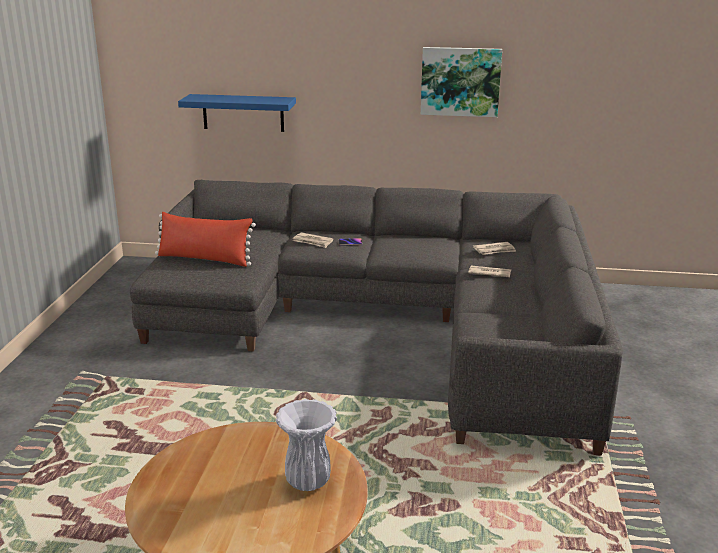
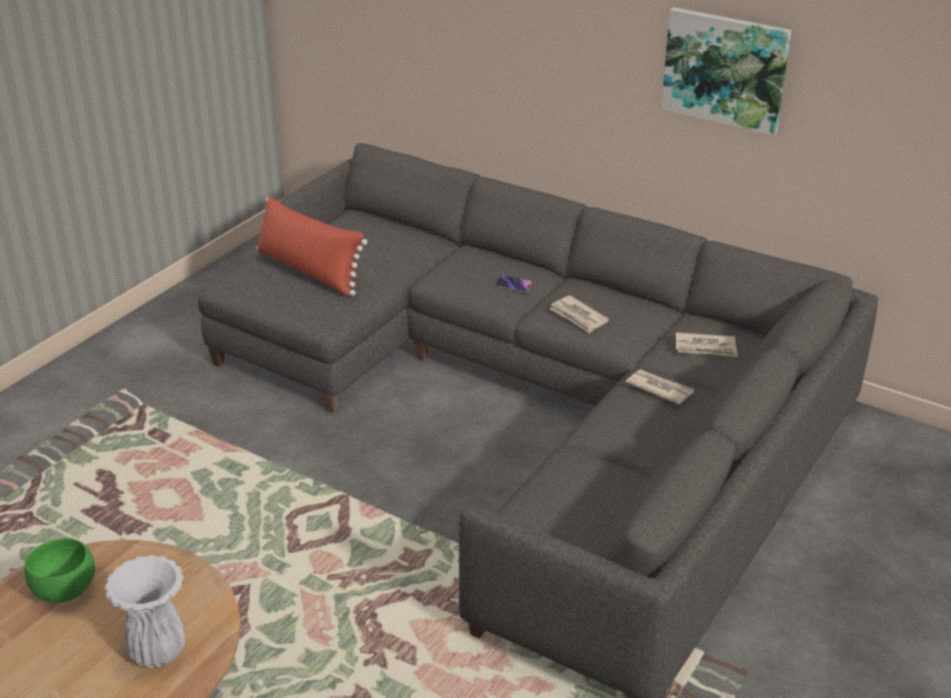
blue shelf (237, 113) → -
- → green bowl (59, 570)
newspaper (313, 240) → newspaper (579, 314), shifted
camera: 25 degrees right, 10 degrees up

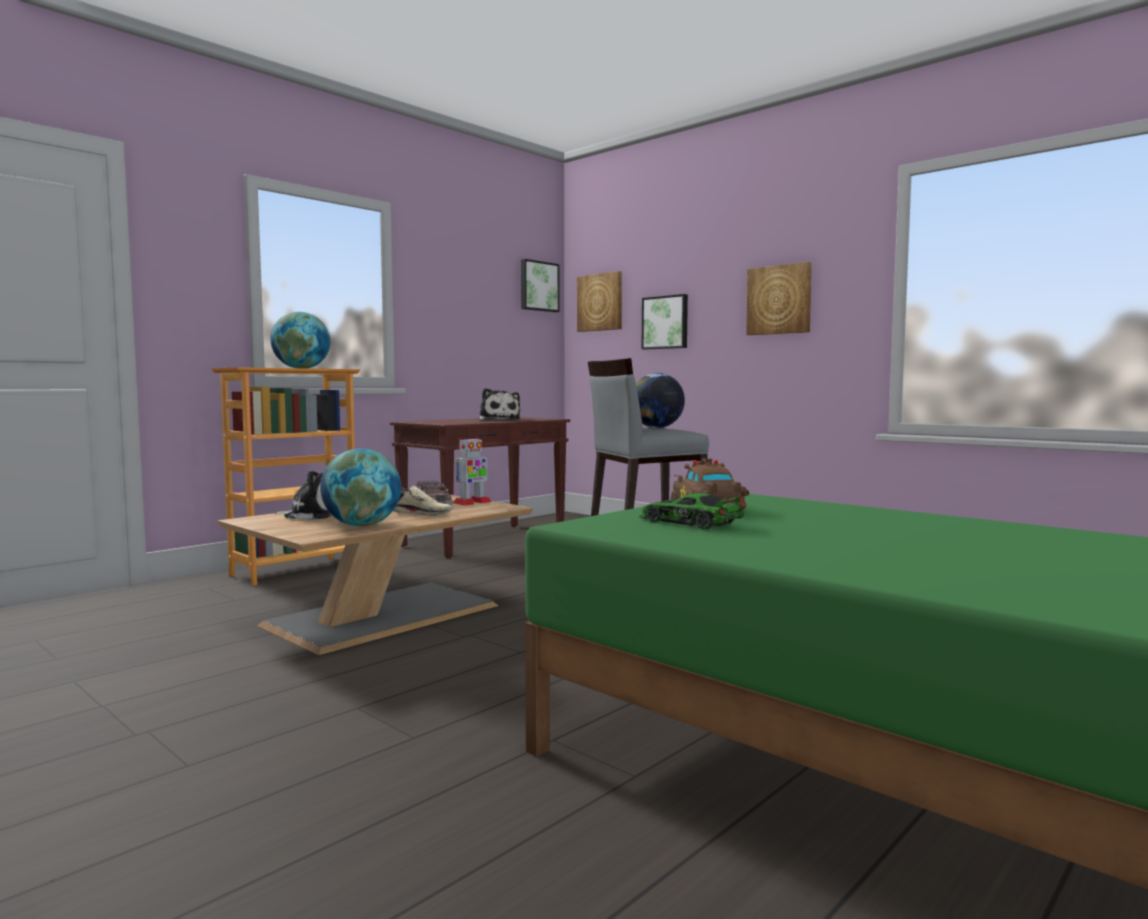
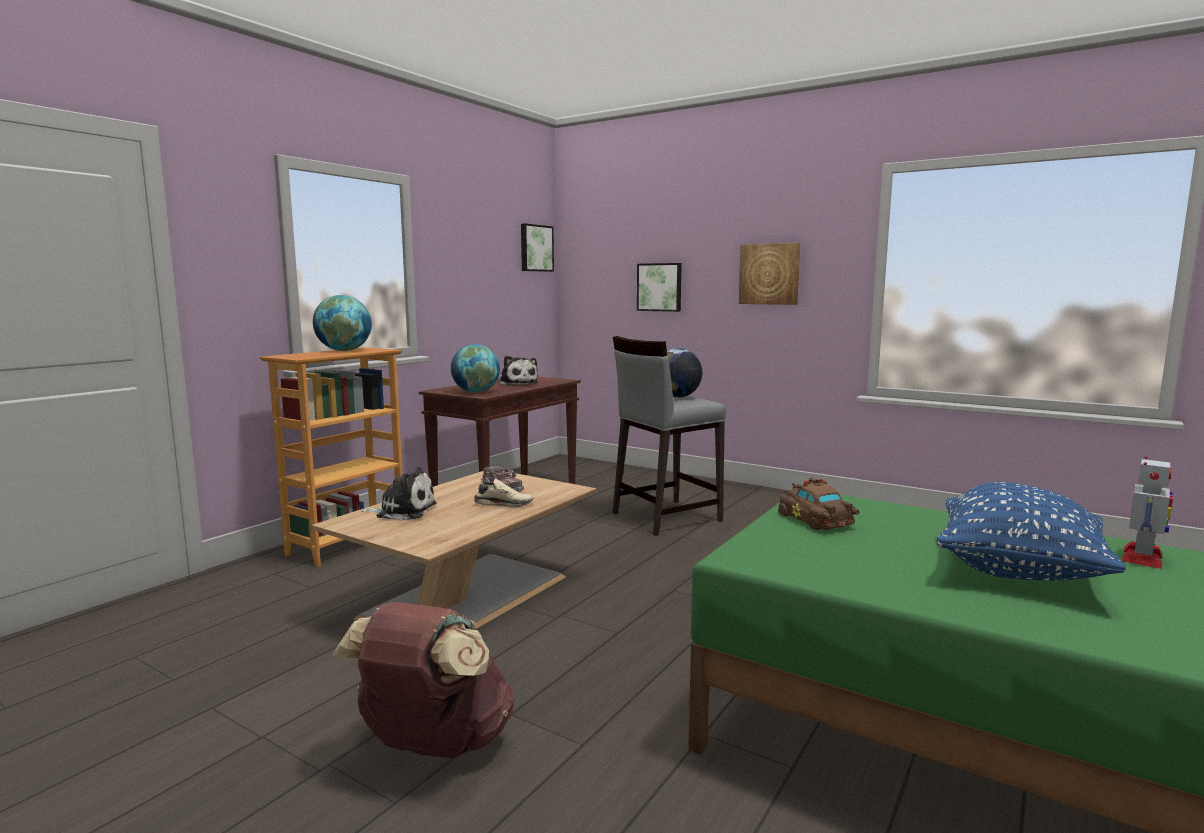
picture (599, 301) → -
toy car (691, 511) → -
- → brown backpack (423, 680)
- → blue pillow (1031, 531)
globe (360, 487) → globe (475, 368), shifted
toy robot (472, 471) → toy robot (1147, 512), shifted
camera: 10 degrees left, 5 degrees up

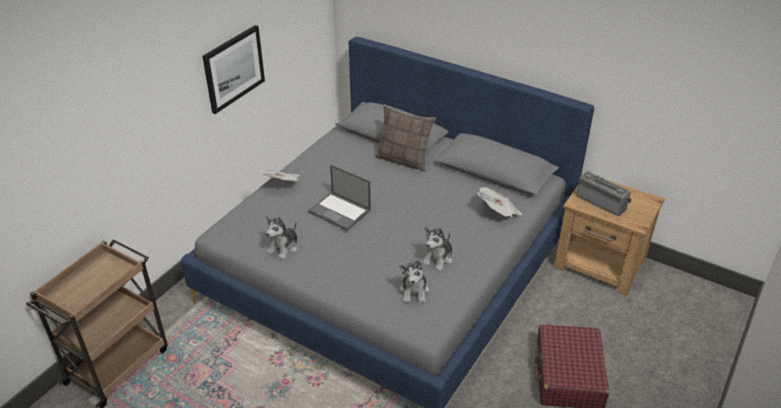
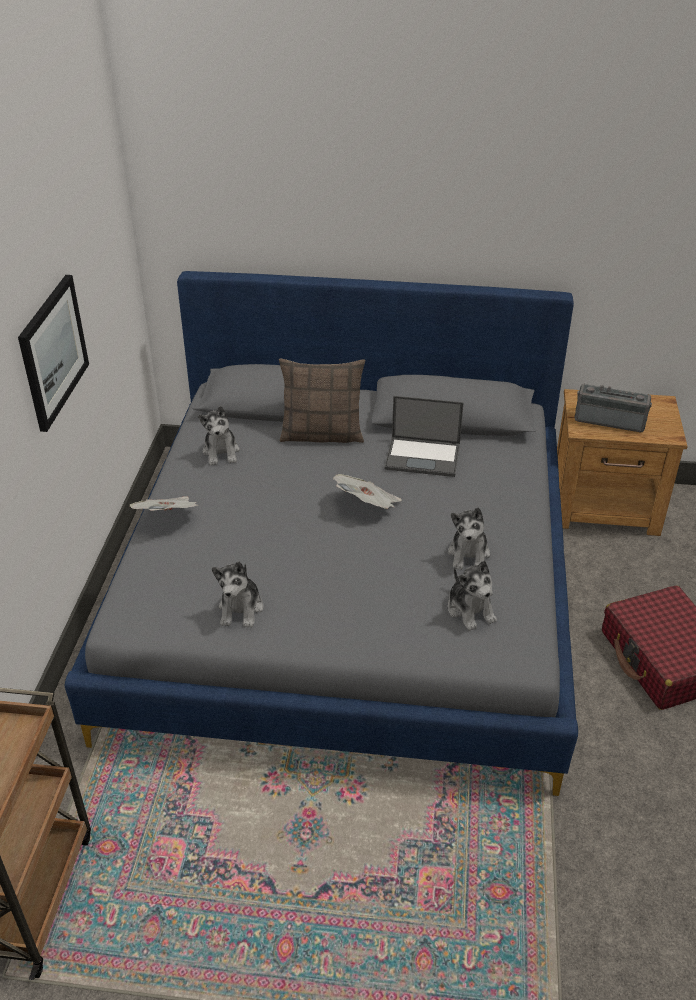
- → plush toy (219, 435)
laptop (339, 197) → laptop (424, 436), shifted
newspaper (499, 202) → newspaper (367, 491), shifted
camera: 25 degrees left, 0 degrees up

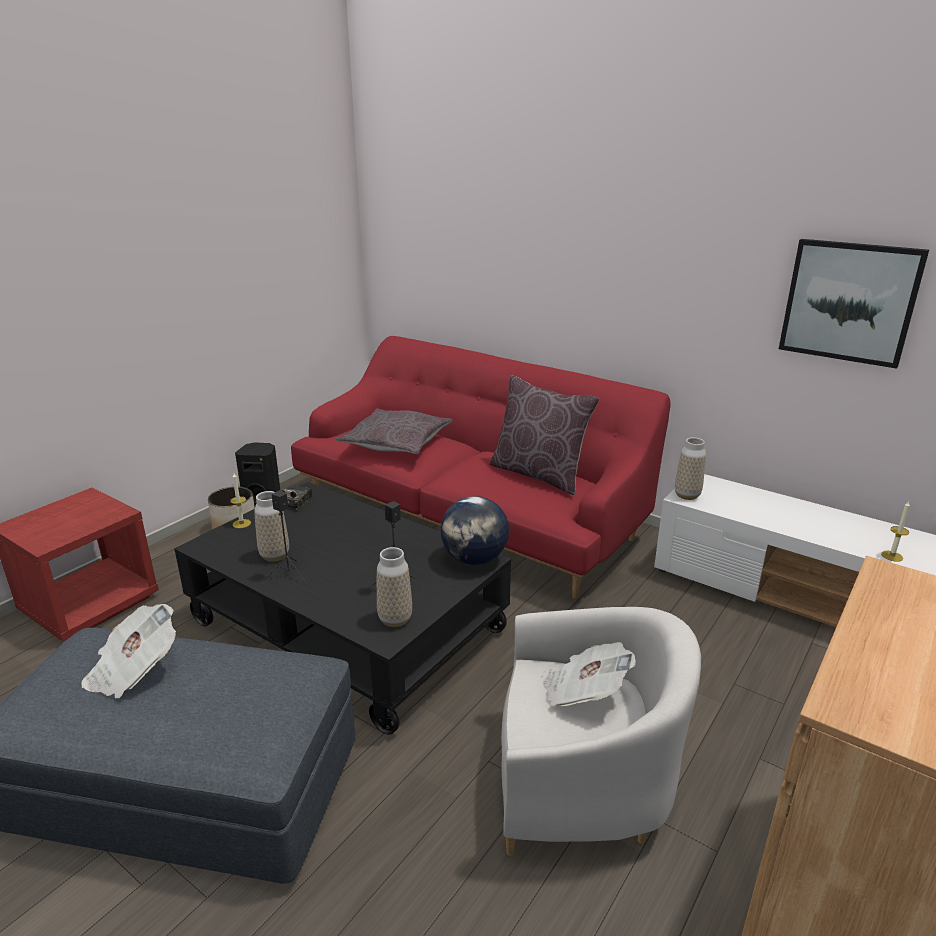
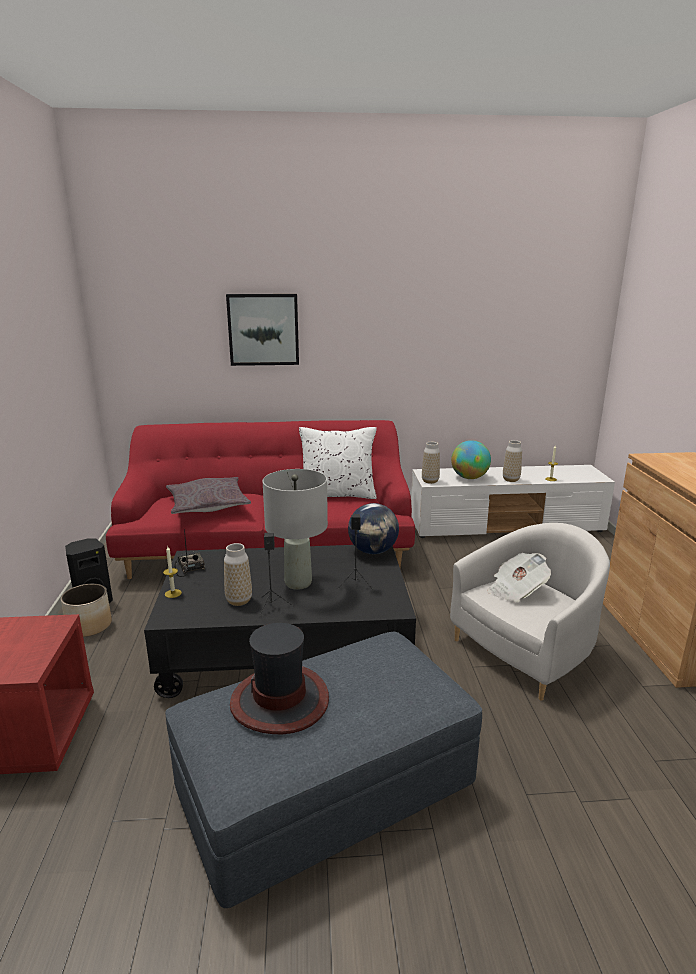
- → grey table lamp (295, 529)
- → globe (471, 459)
vase (394, 587) → vase (512, 461), shifted
picture (854, 304) → picture (262, 330), shifted
newspaper (128, 651) → hat (279, 678)
brown pillow (544, 435) → white pillow (338, 463)
camera: 40 degrees left, 5 degrees down

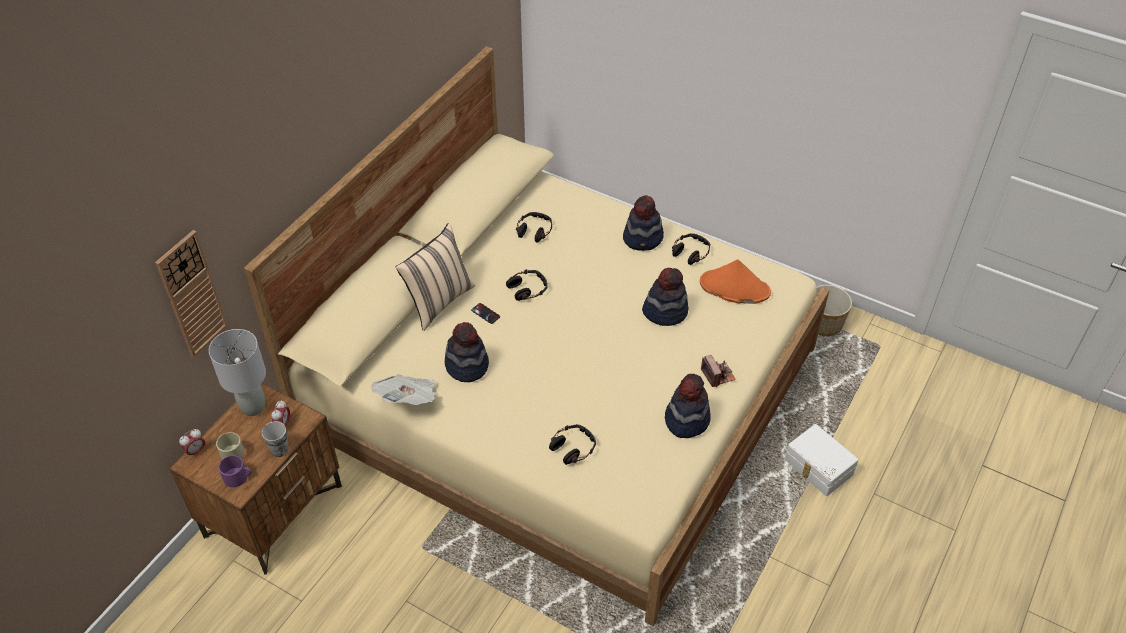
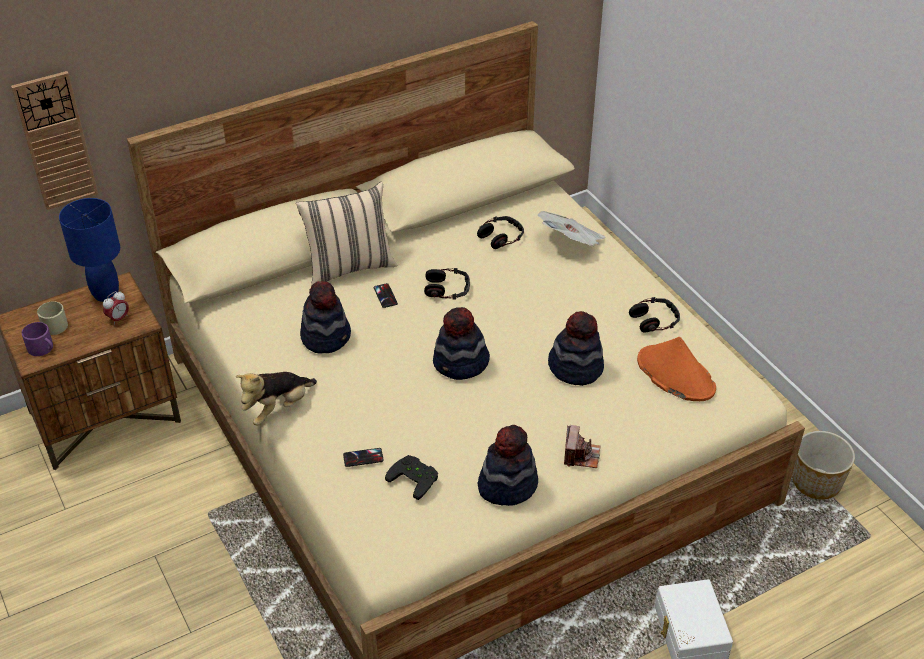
alarm clock (192, 443) → -
cup (275, 439) → -
- → plush toy (276, 399)
- → black game controller (411, 477)
newspaper (404, 389) → newspaper (571, 228), shifted
hat (643, 223) → hat (461, 343), shifted
headphones (572, 444) → phone (363, 457)
grey table lamp (237, 372) → blue table lamp (89, 250)
camera: 30 degrees right, 5 degrees down

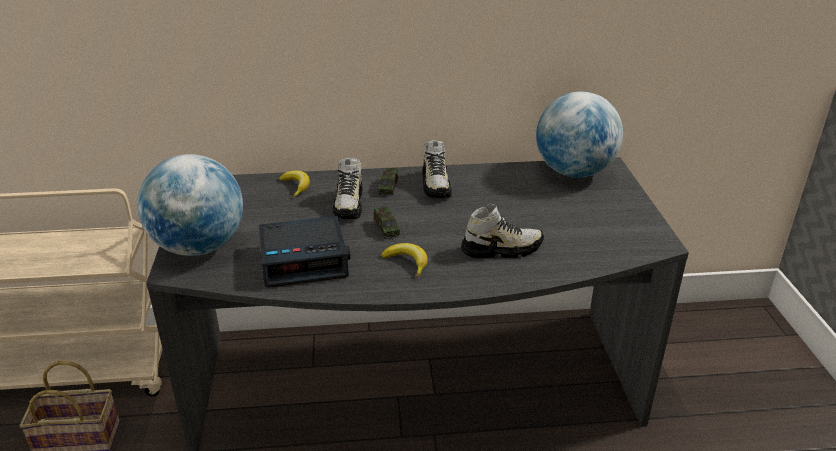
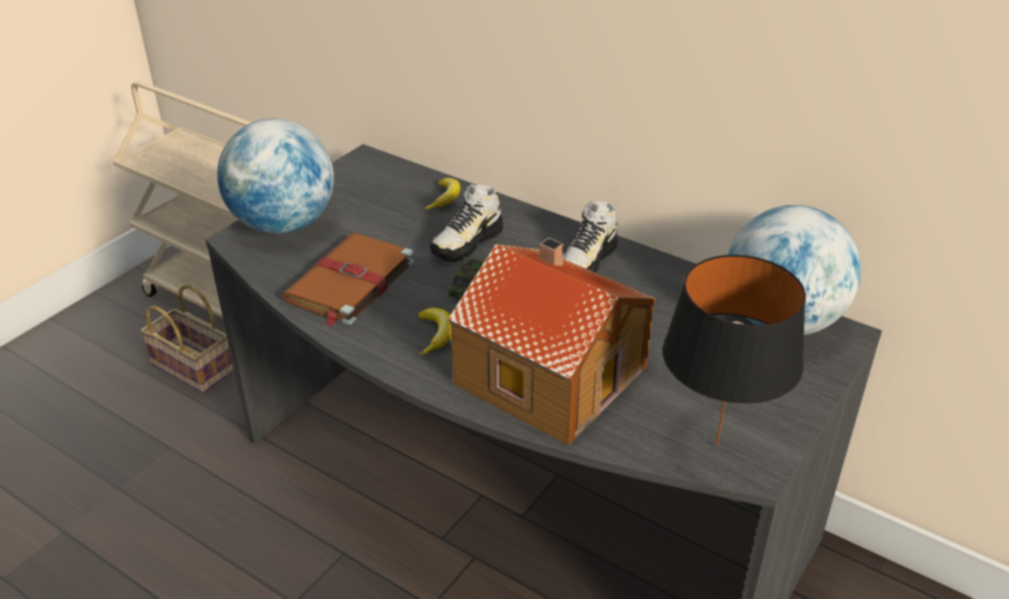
toy car (388, 181) → -
- → black table lamp (734, 350)
alarm clock (304, 252) → brown book (348, 280)
shoe (502, 231) → toy house (552, 341)
camera: 40 degrees right, 5 degrees up

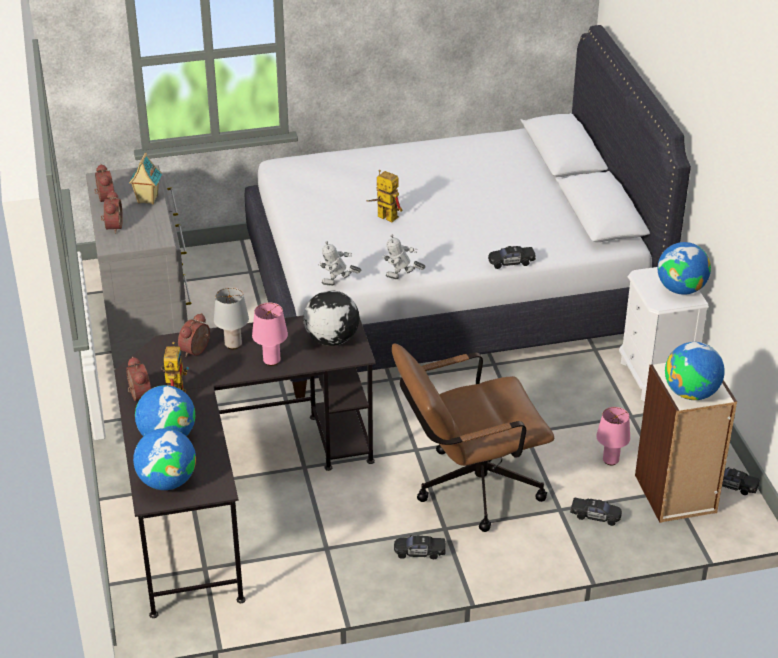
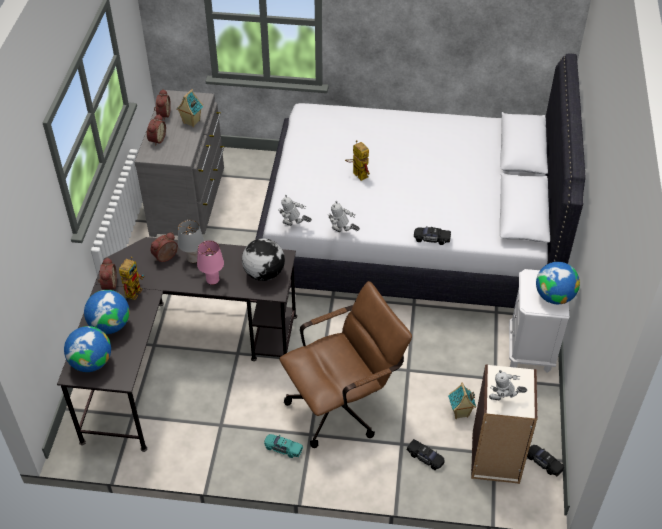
pink table lamp (613, 436) → toy house (462, 400)
globe (695, 371) → toy robot (508, 385)
black toy car (419, 547) → turquoise toy car (283, 446)
brown office chair (473, 437) → brown office chair (345, 364), 150 degrees clockwise
camera: 20 degrees right, 10 degrees up

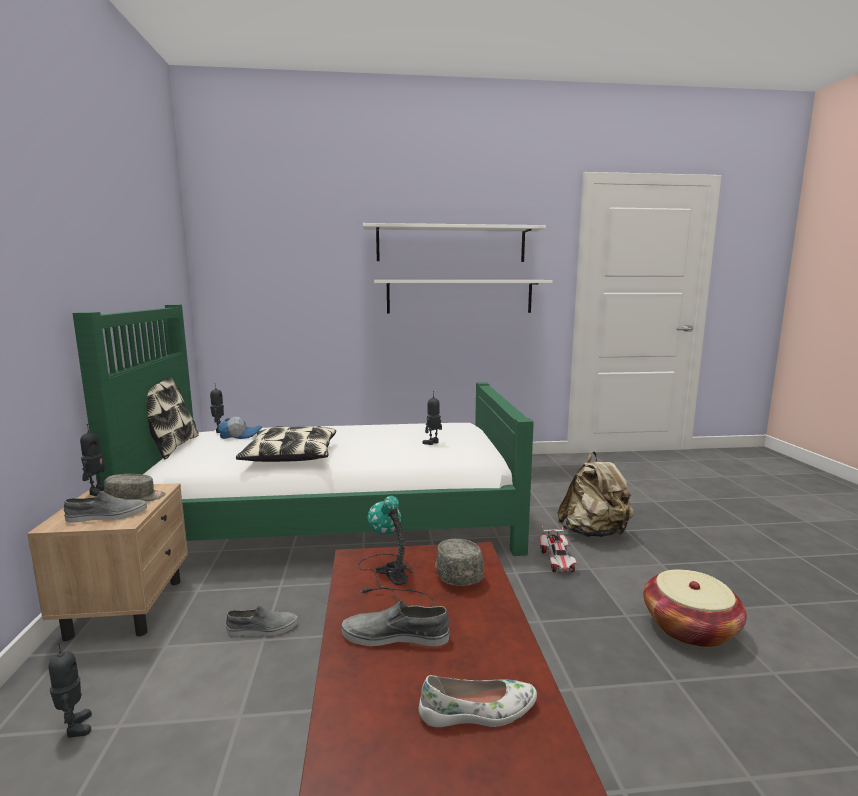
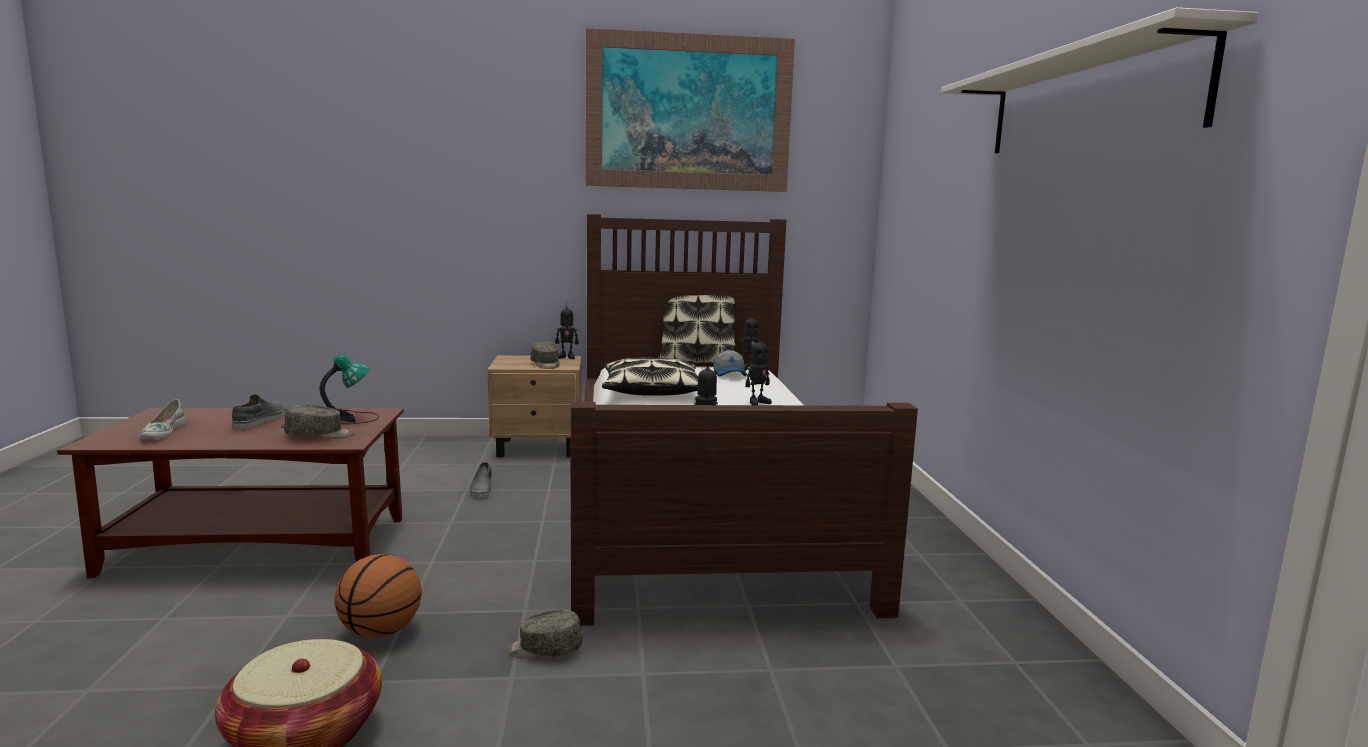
grey shoe (105, 507) → -
white shelf (463, 297) → -
beige backpack (595, 494) → -
- → basketball (378, 596)
- → picture (690, 110)
toy robot (70, 690) → toy robot (758, 369), shifted
toy car (558, 548) → grey cap (544, 634)
green bed (303, 430) → brown bed (744, 420)
camera: 90 degrees right, 0 degrees up

